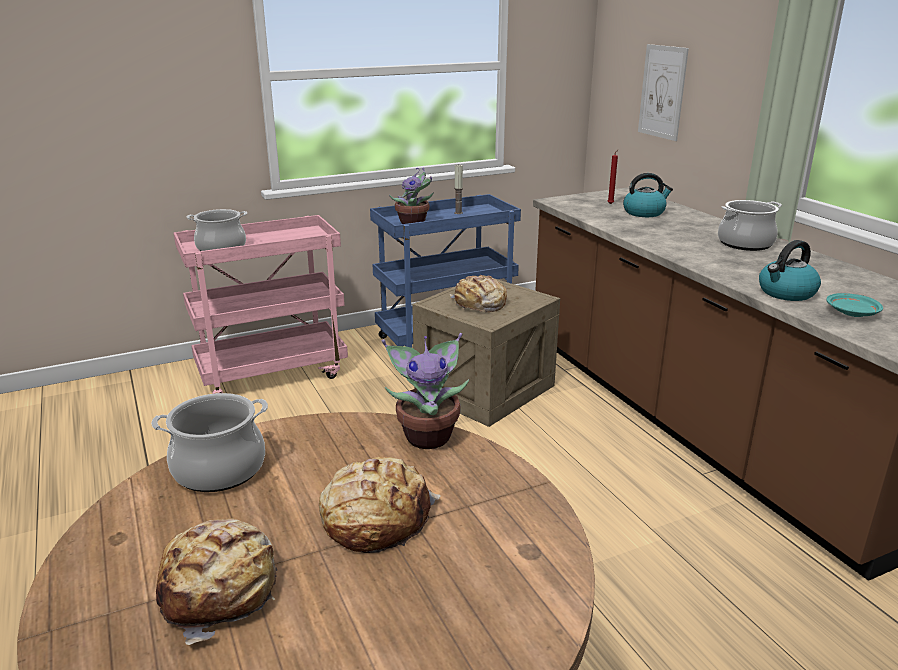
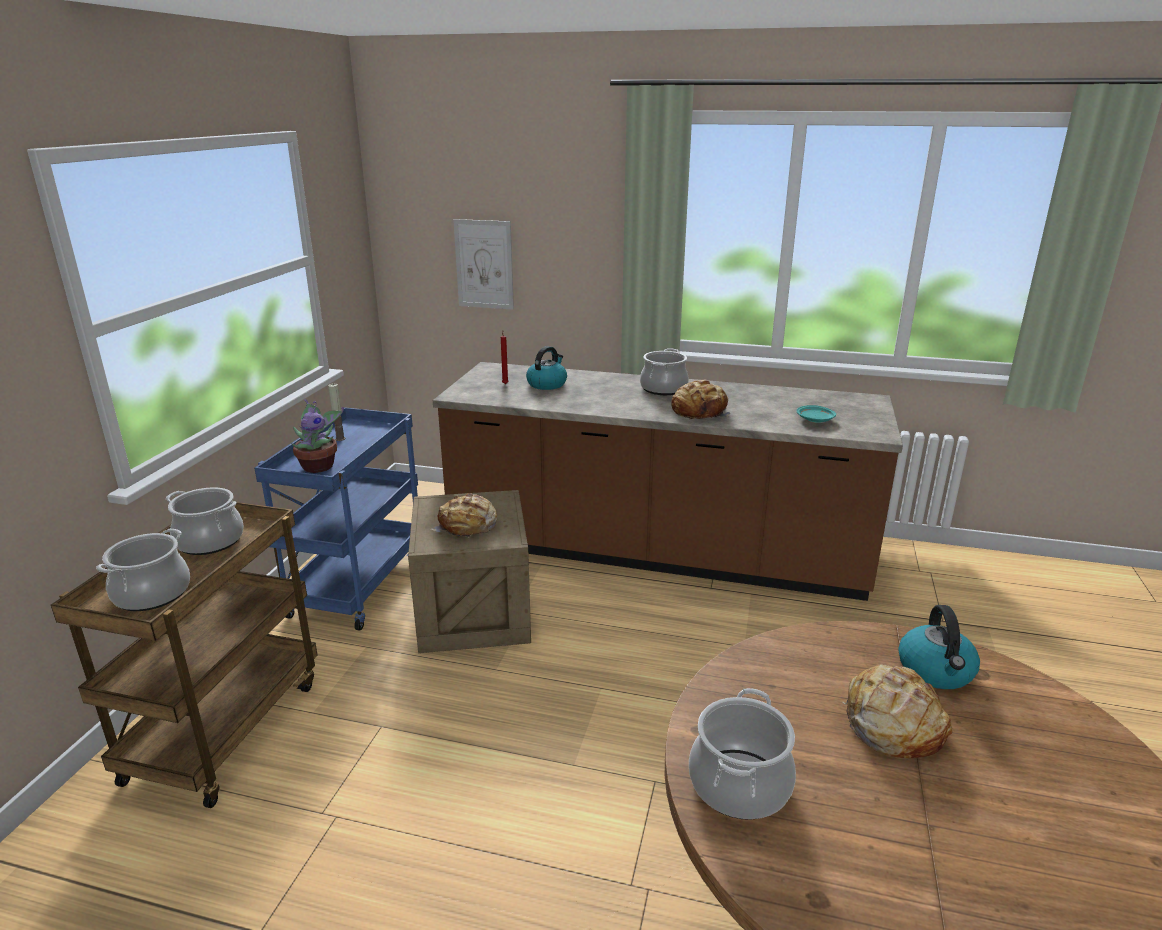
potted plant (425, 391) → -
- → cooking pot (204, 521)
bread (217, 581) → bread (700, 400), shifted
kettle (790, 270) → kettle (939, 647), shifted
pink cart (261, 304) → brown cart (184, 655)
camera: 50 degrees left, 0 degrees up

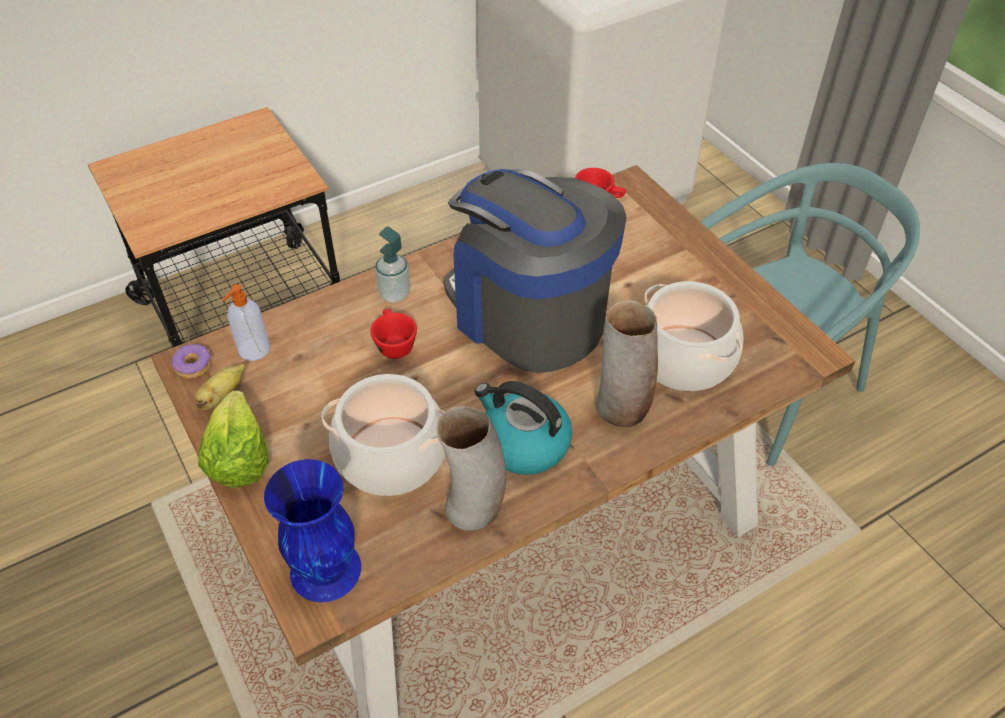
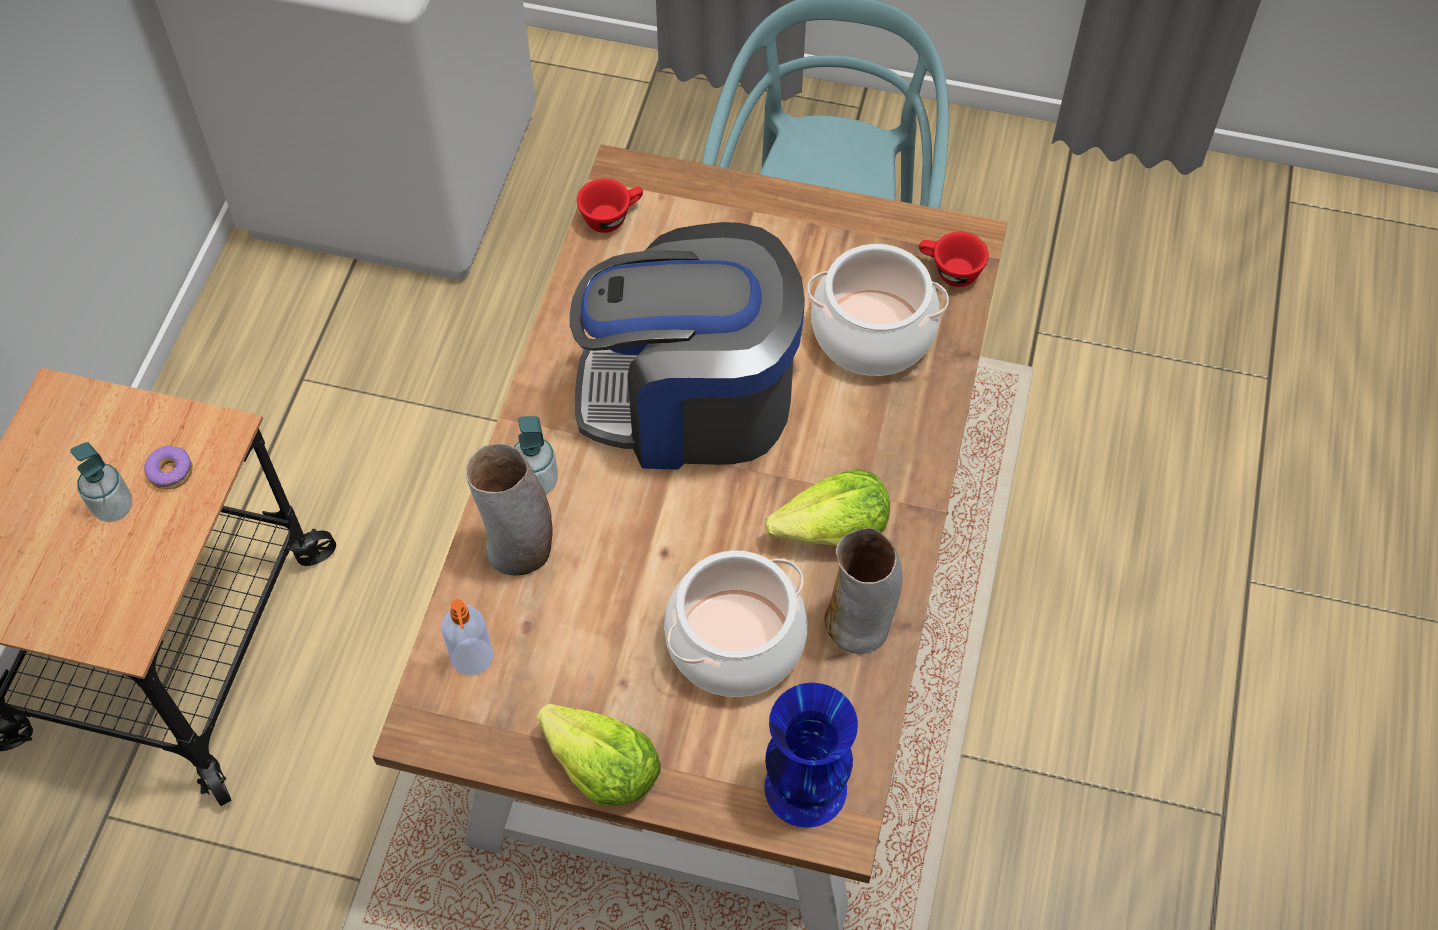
banana (220, 387) → -
- → soap dispenser (101, 482)
donut (191, 361) → donut (168, 467), shifted
red cup (393, 334) → red cup (954, 259), shifted
vase (627, 363) → vase (509, 509), shifted
kettle (523, 428) → lettuce (827, 507)
camera: 45 degrees left, 10 degrees up

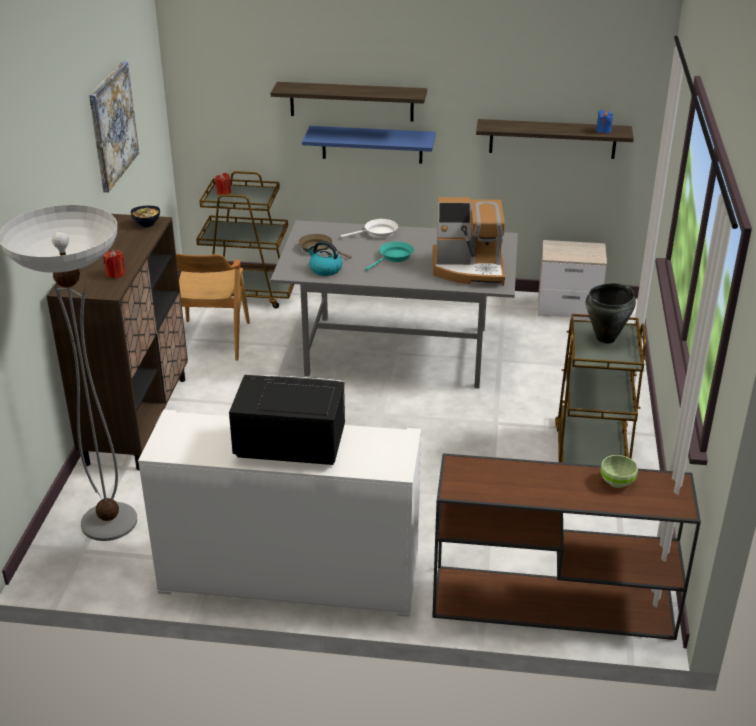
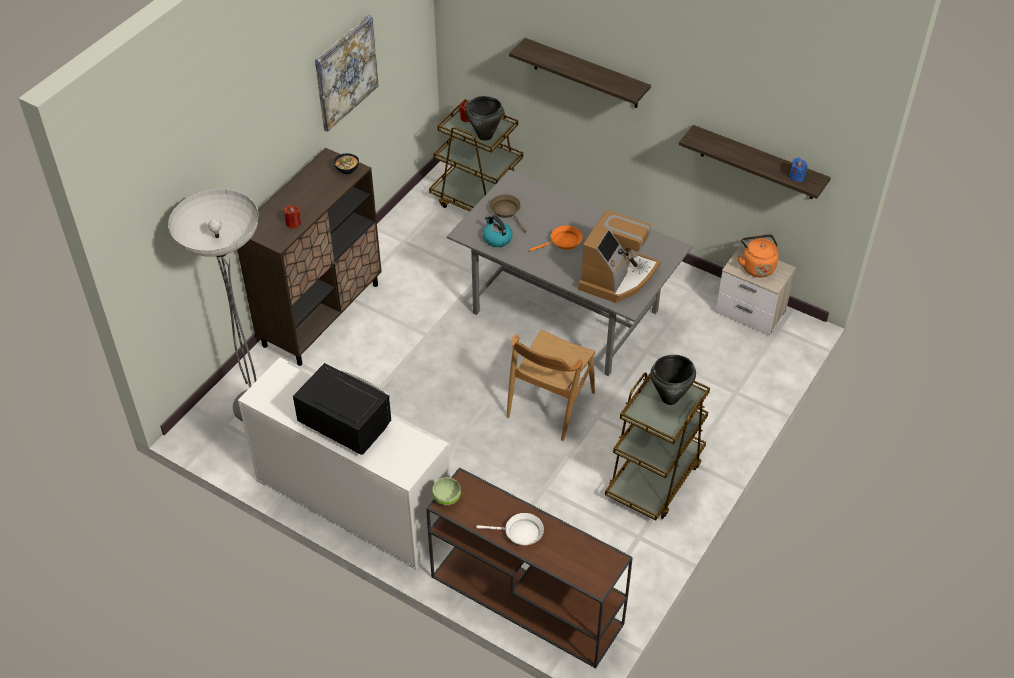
blue shelf (369, 145) → -
- → black cooking pot (485, 118)
- → orange kettle (758, 256)
brown chair (213, 307) → brown chair (550, 385), shifted
white frying pan (369, 228) → white frying pan (510, 529), shifted
green bowl (619, 471) → green bowl (446, 491), shifted
turquoise frying pan (389, 255) → orange frying pan (556, 238)
coffee machine (468, 241) → coffee machine (619, 256), 90 degrees counterclockwise
camera: 25 degrees right, 15 degrees up

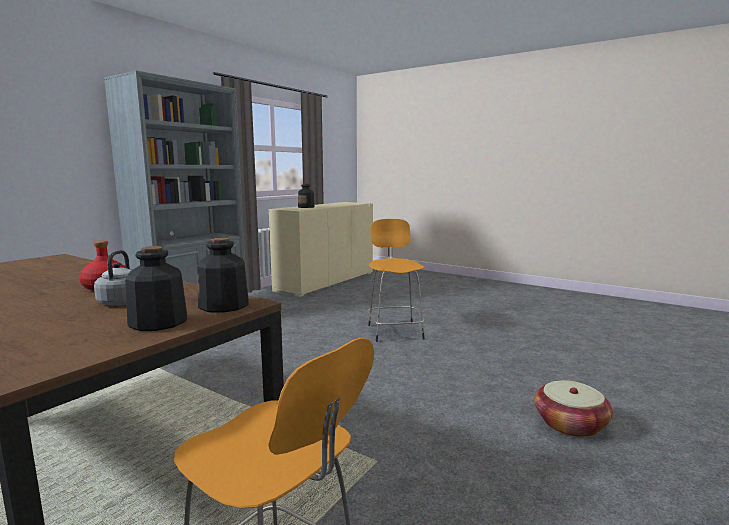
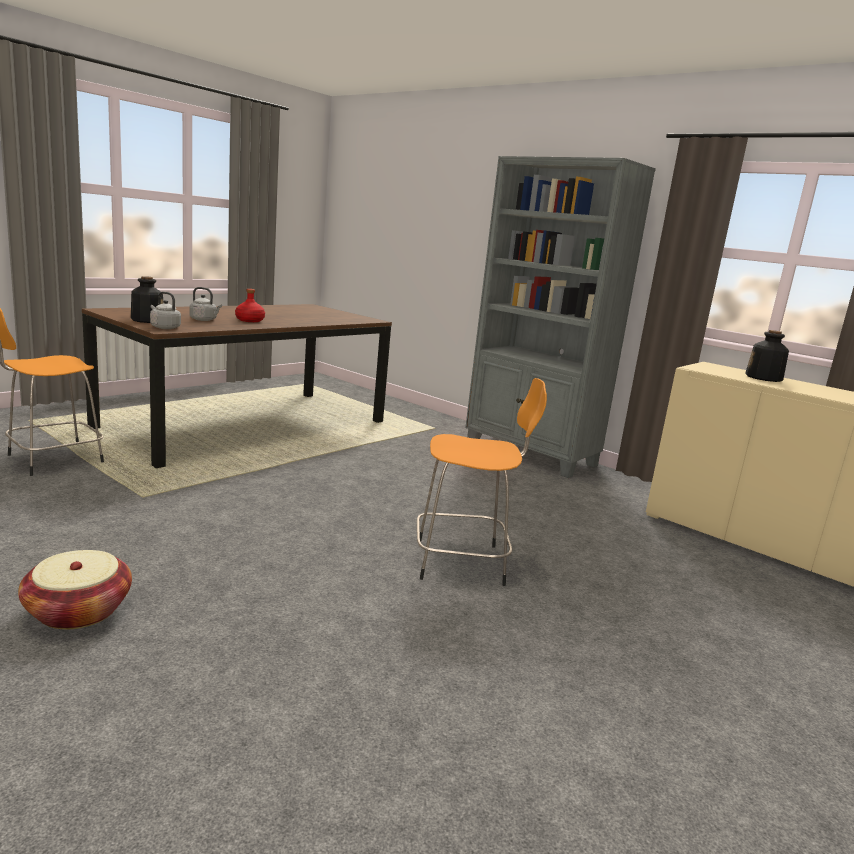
bottle (223, 275) → grey kettle (165, 310)
camera: 95 degrees right, 5 degrees up

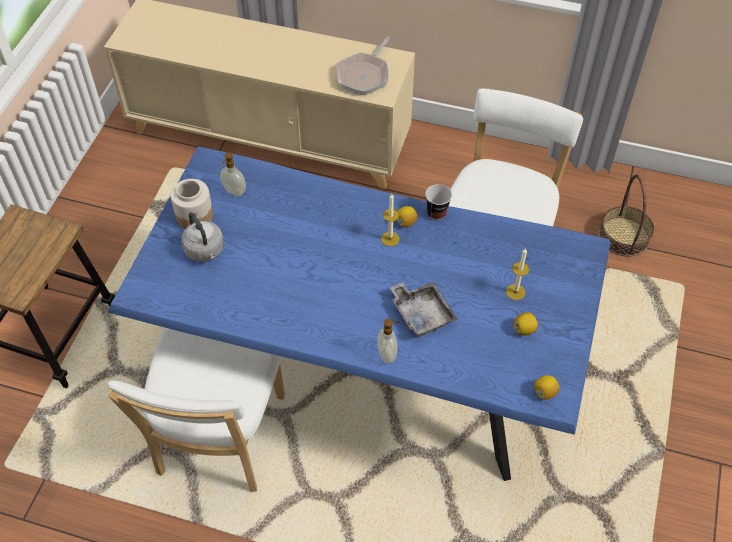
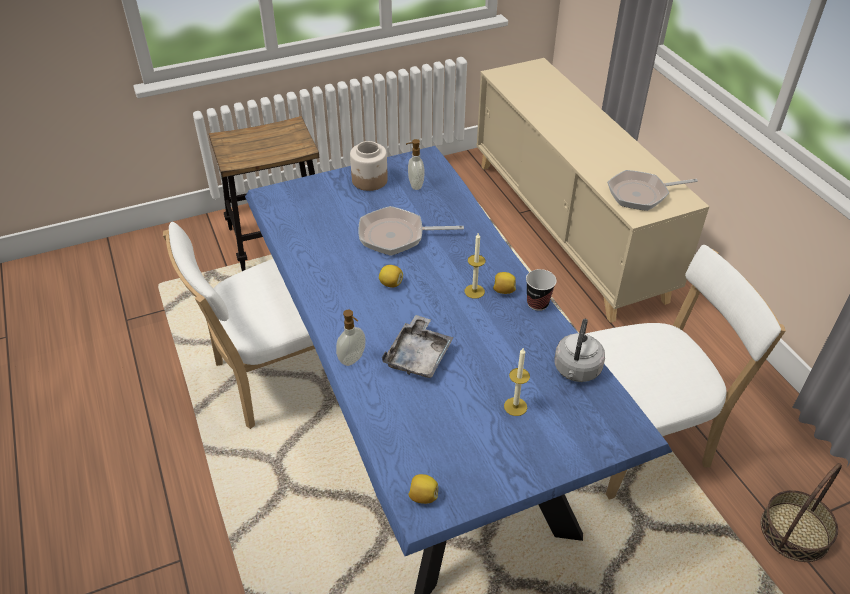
- → frying pan (411, 231)
grey kettle (202, 237) → grey kettle (579, 350), shifted
lemon (526, 323) → lemon (391, 276), shifted
camera: 50 degrees right, 10 degrees down

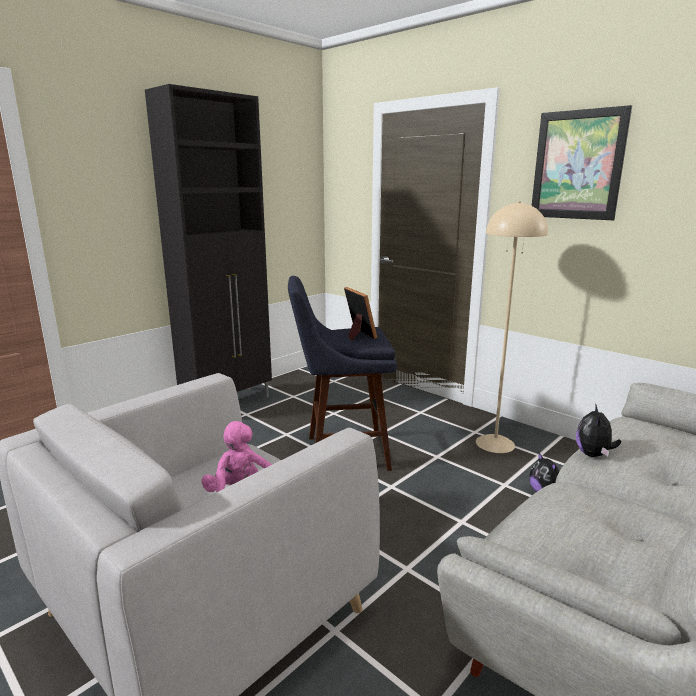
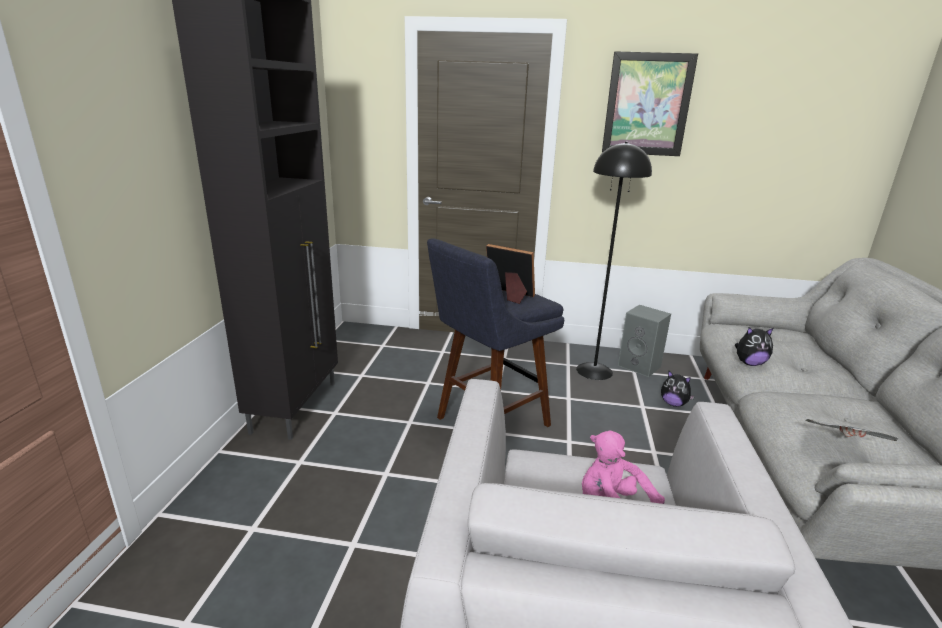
- → grey speaker (644, 341)
- → newspaper (852, 430)
beige floor lamp (512, 327) → black floor lamp (614, 261)
plush toy (598, 430) → plush toy (753, 346), 75 degrees counterclockwise
camera: 35 degrees left, 5 degrees up

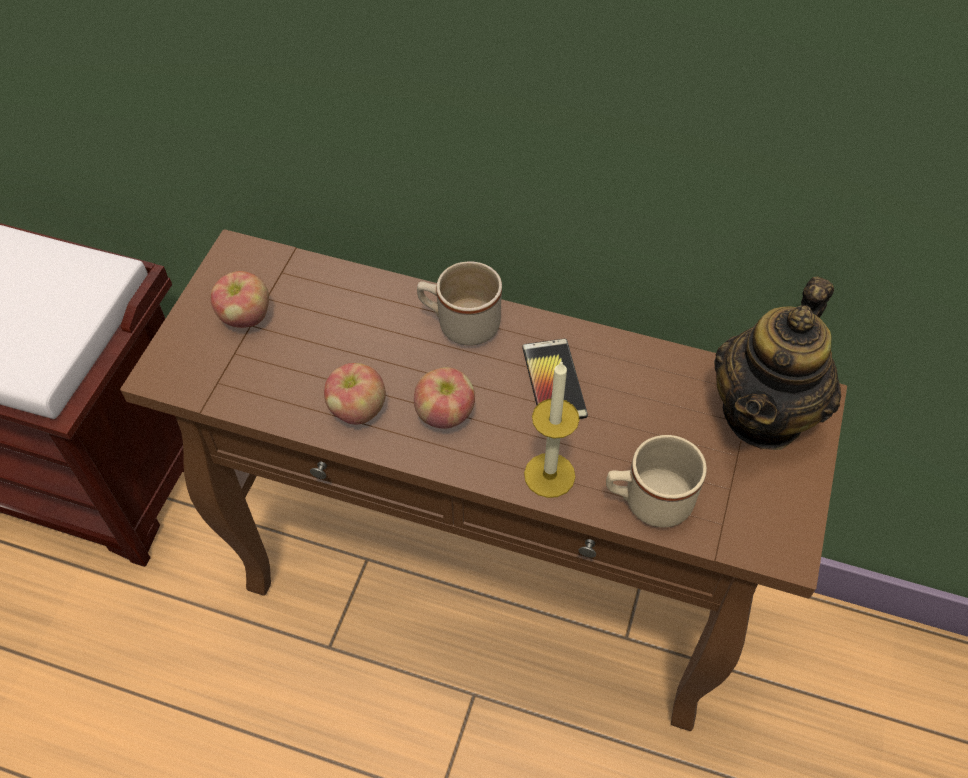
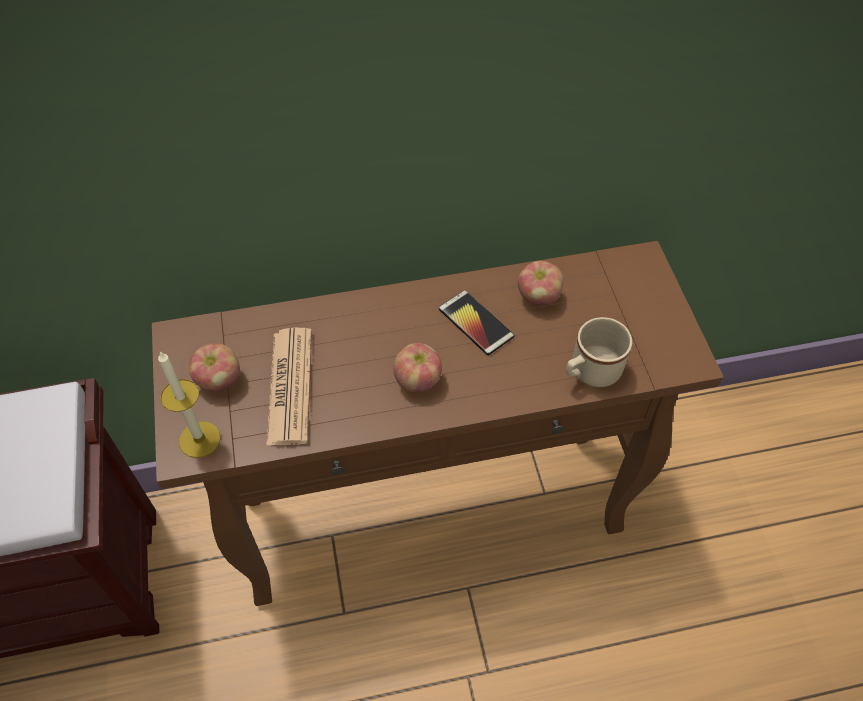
beige mug (459, 304) → -
teapot (777, 363) → -
- → newspaper (289, 387)
apple (355, 394) → apple (540, 283), shifted
candle (551, 429) → candle (189, 404), shifted
camera: 30 degrees left, 0 degrees up

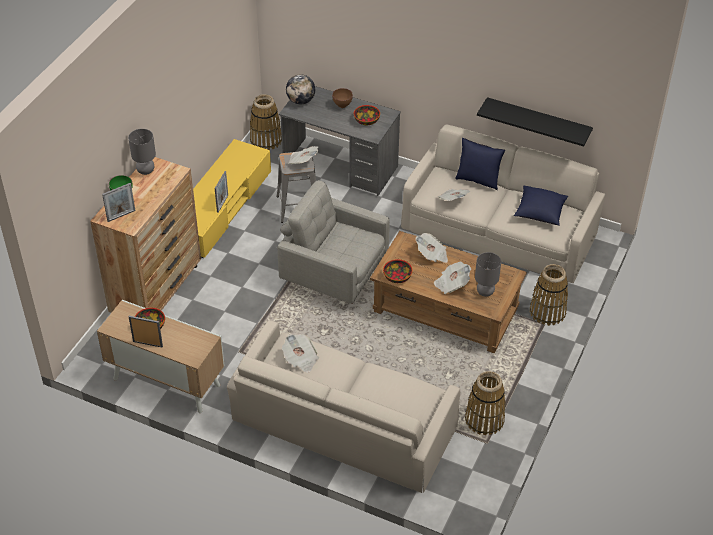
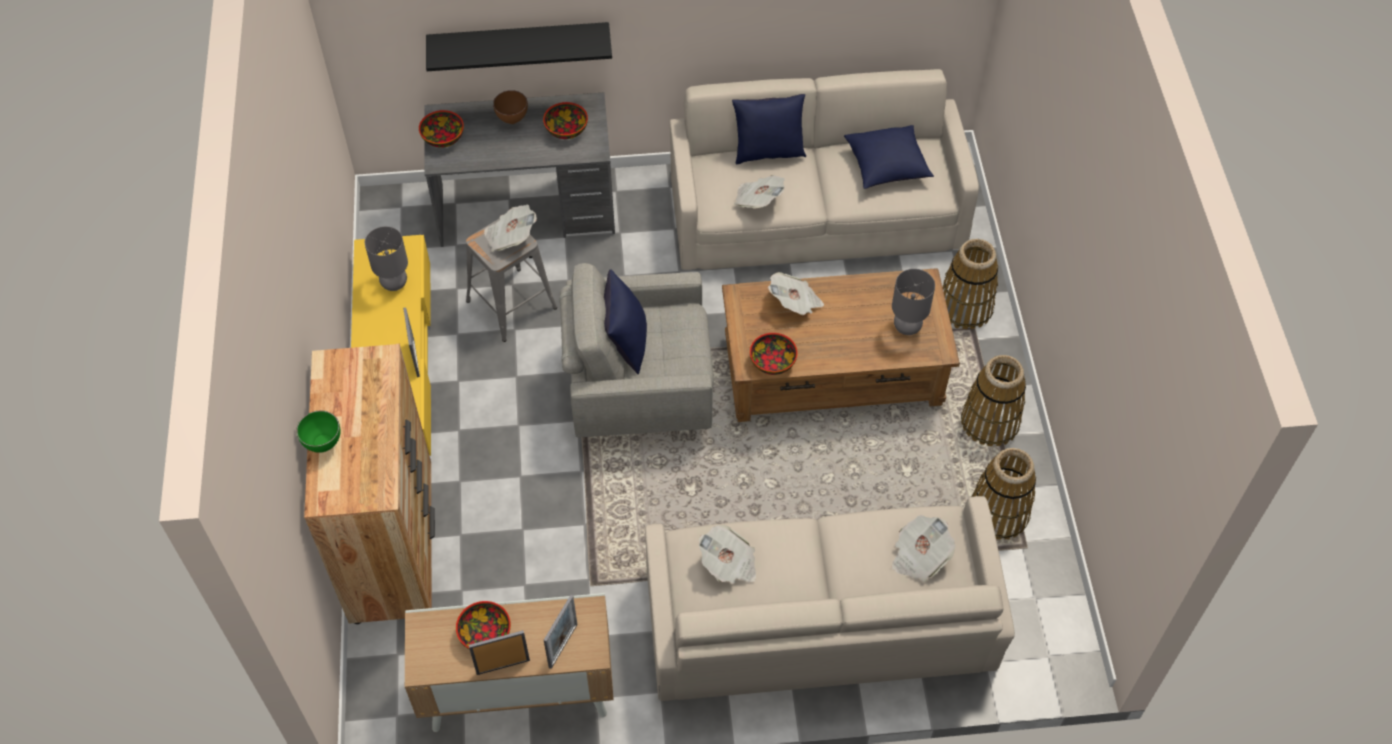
- → blue pillow (625, 322)
picture frame (118, 202) → picture frame (560, 632), shifted
grey table lamp (142, 152) → grey table lamp (386, 258), shifted
basket (266, 122) → basket (993, 400), shifted
newspaper (452, 278) → newspaper (923, 548), shifted
black shelf (535, 122) → black shelf (519, 46), shifted
globe (300, 89) → bowl (441, 129)
camera: 30 degrees left, 10 degrees up

